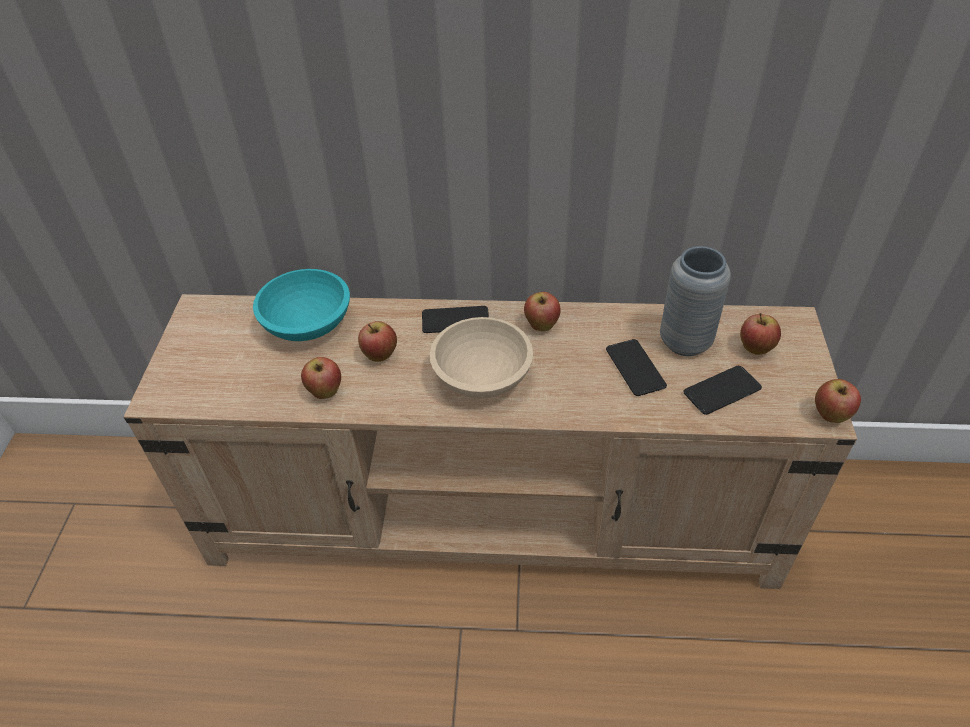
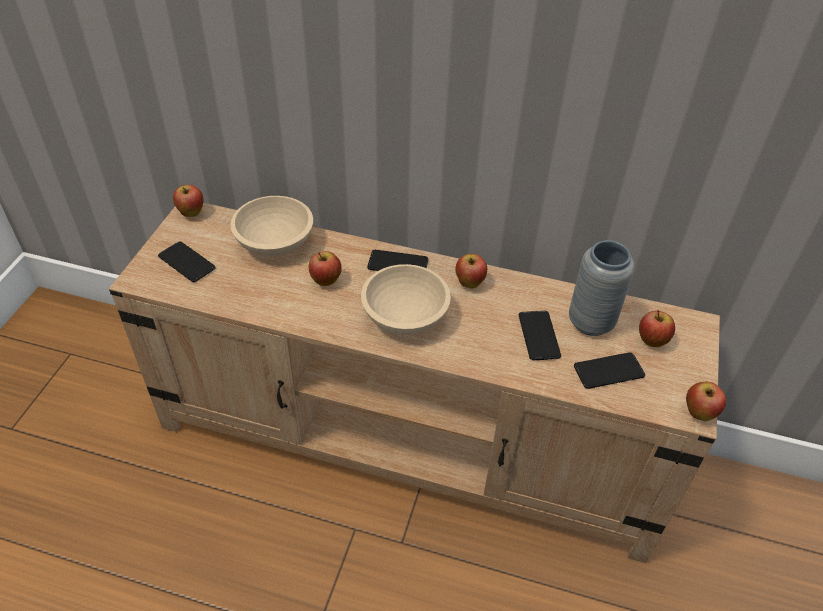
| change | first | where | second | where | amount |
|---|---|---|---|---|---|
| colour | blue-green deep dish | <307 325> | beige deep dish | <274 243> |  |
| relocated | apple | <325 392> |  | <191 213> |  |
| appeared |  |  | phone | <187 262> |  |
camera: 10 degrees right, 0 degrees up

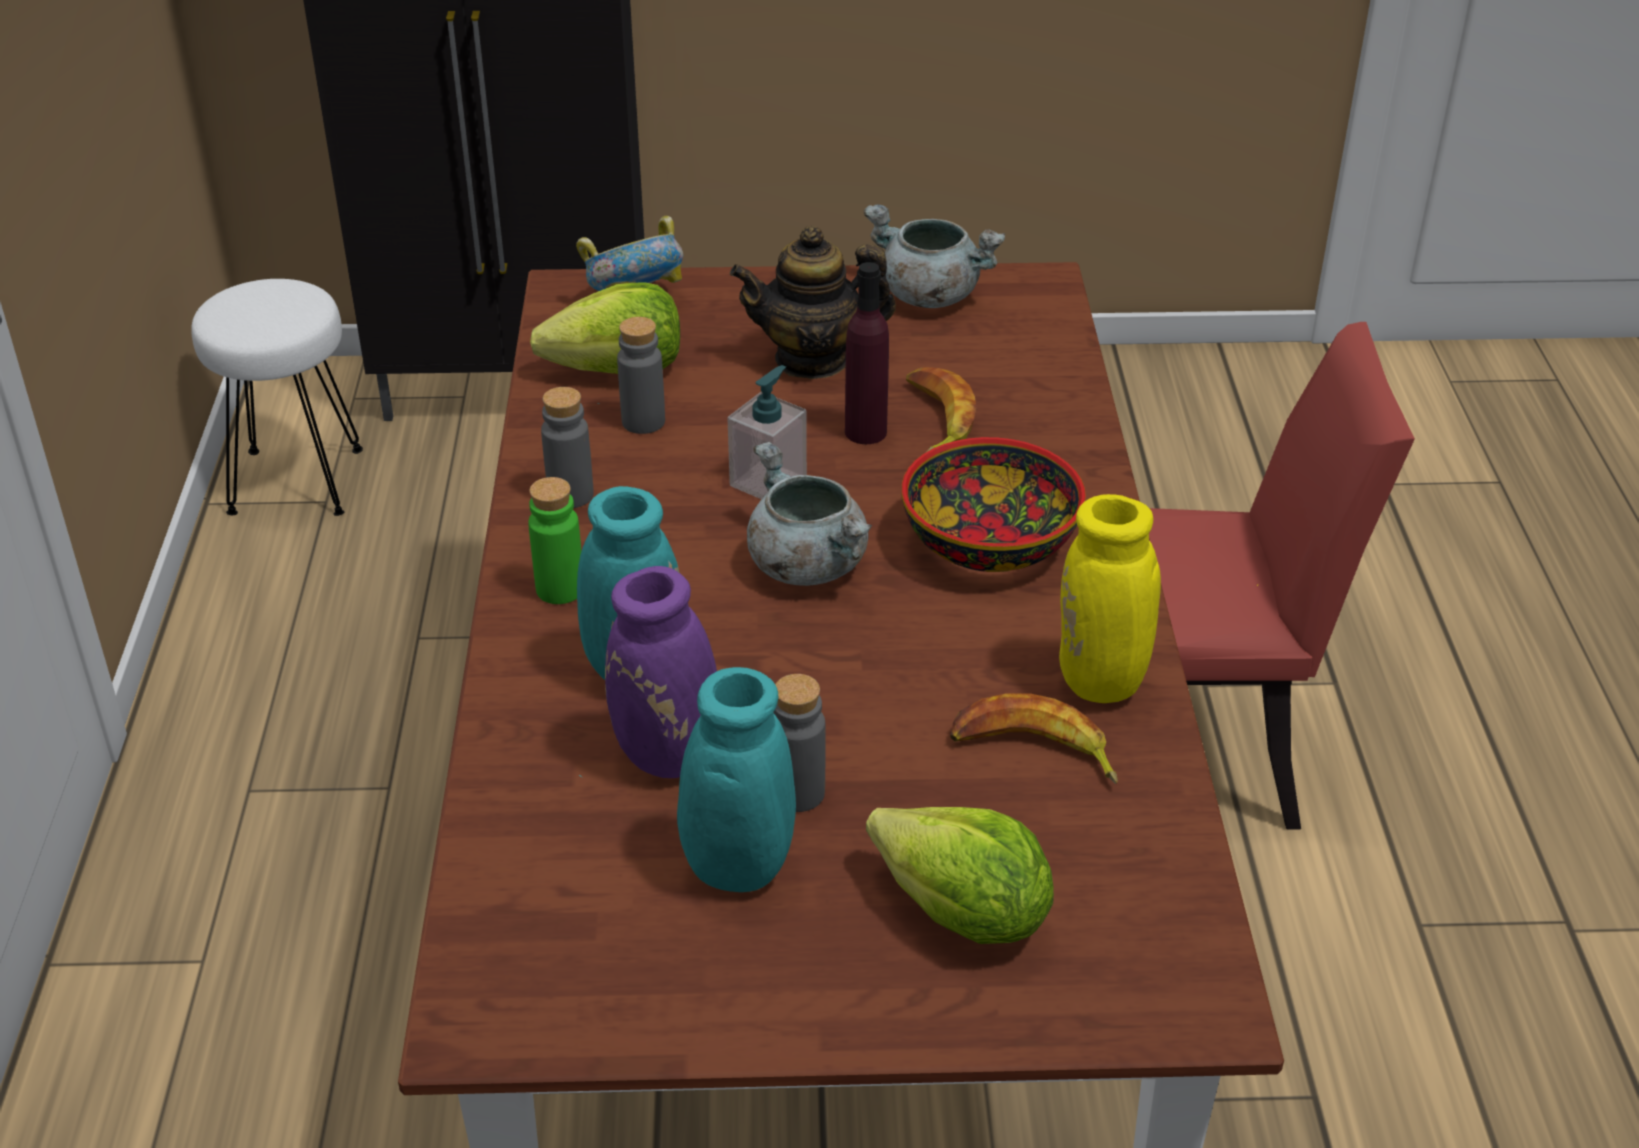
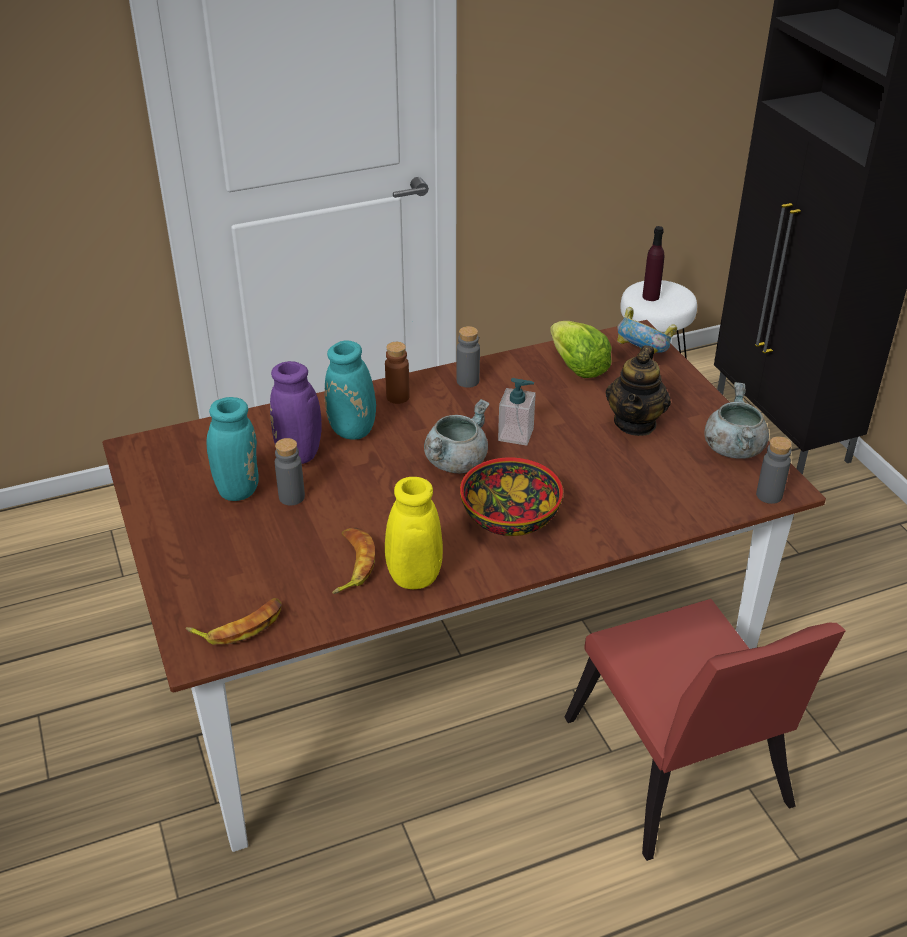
| change | first | where | second | where | amount |
|---|---|---|---|---|---|
| spun | pot for tea | <812 359> |  | <635 423> | 135 degrees counterclockwise |
| relocated | purplish beverage bottle | <865 432> |  | <650 296> |  |
| relocated | greyish beverage bottle | <643 422> |  | <769 495> |  |
| relocated | banana fruit | <935 419> |  | <240 626> |  |
| colour | green beverage bottle | <560 589> | brown-coloured beverage bottle | <397 397> |  |
| missing | head of lettuce | <962 915> |  |  |  |
camera: 70 degrees right, 0 degrees up

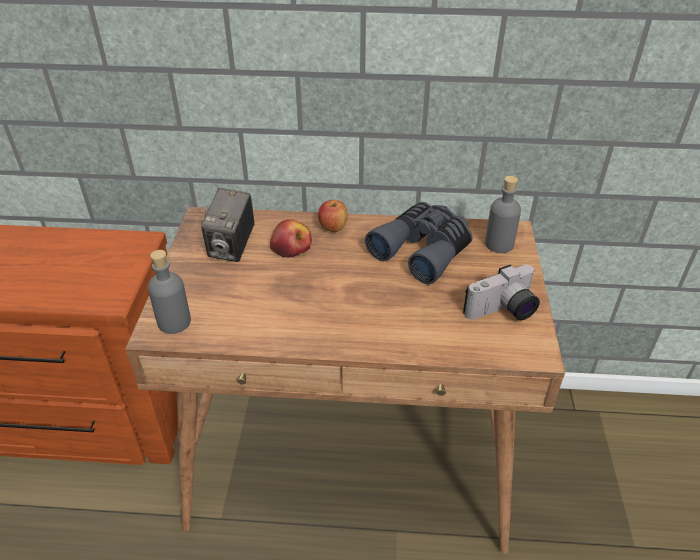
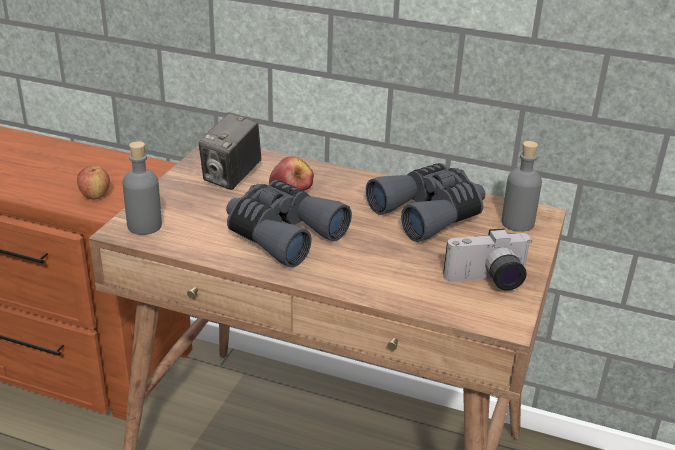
| change | first | where | second | where | amount |
|---|---|---|---|---|---|
| relocated | apple | <333 228> |  | <95 196> |  |
| appeared |  |  | greyish field glasses | <282 234> |  |
camera: 15 degrees right, 10 degrees down

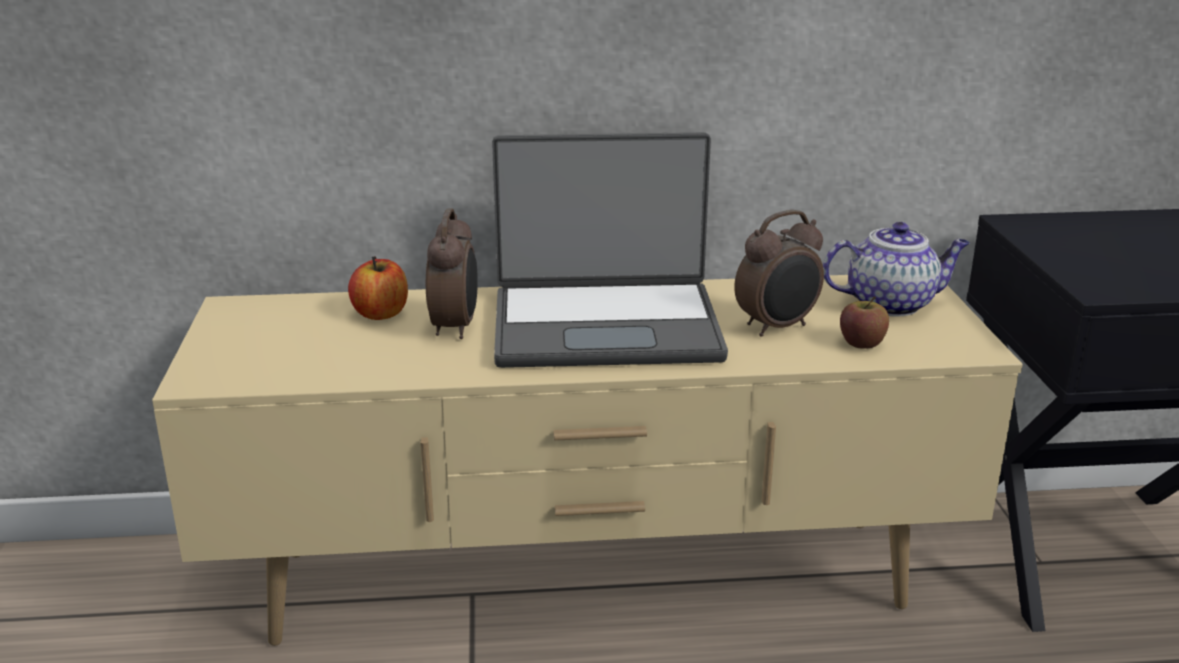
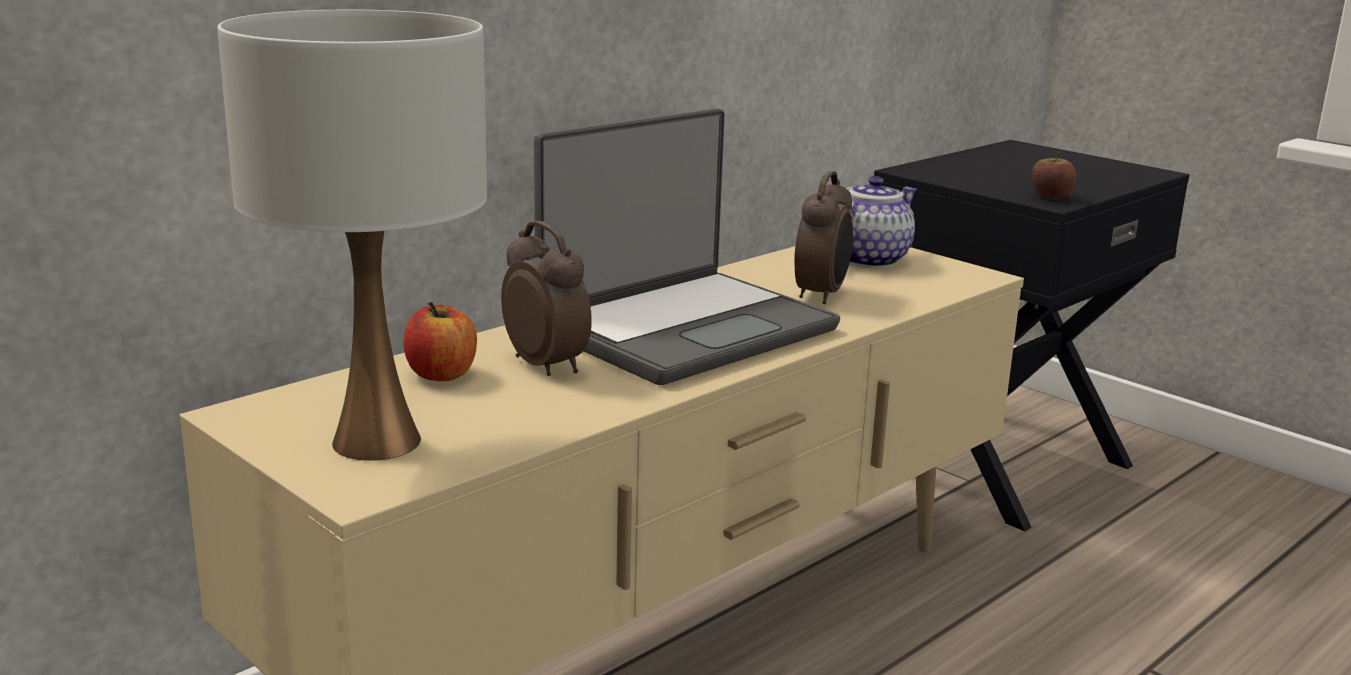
| change | first | where | second | where | amount |
|---|---|---|---|---|---|
| relocated | apple | <862 343> |  | <1050 196> |  |
| appeared |  |  | whitish table lamp | <378 441> |  |
camera: 40 degrees left, 5 degrees down

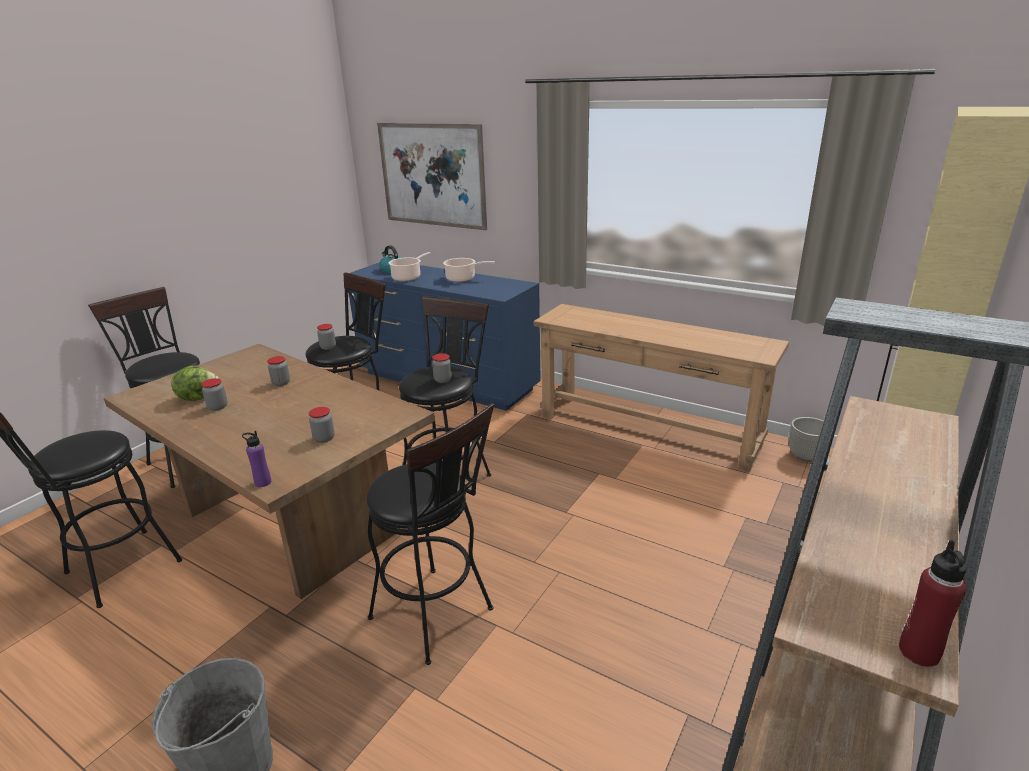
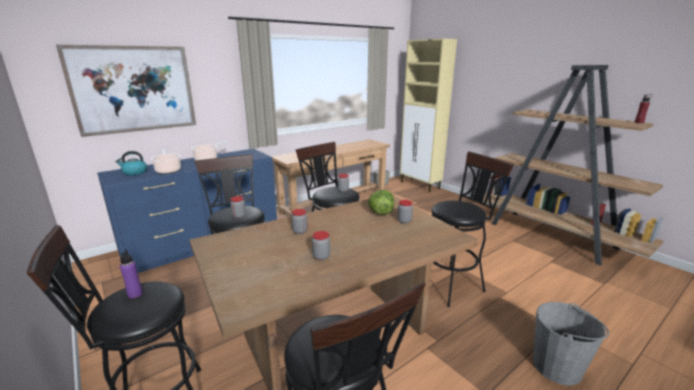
| change | first | where | second | where | amount |
|---|---|---|---|---|---|
| relocated | head of lettuce | <198 397> |  | <380 213> |  |
| relocated | purplish beverage bottle | <263 482> |  | <135 294> |  |
camera: 70 degrees left, 5 degrees down

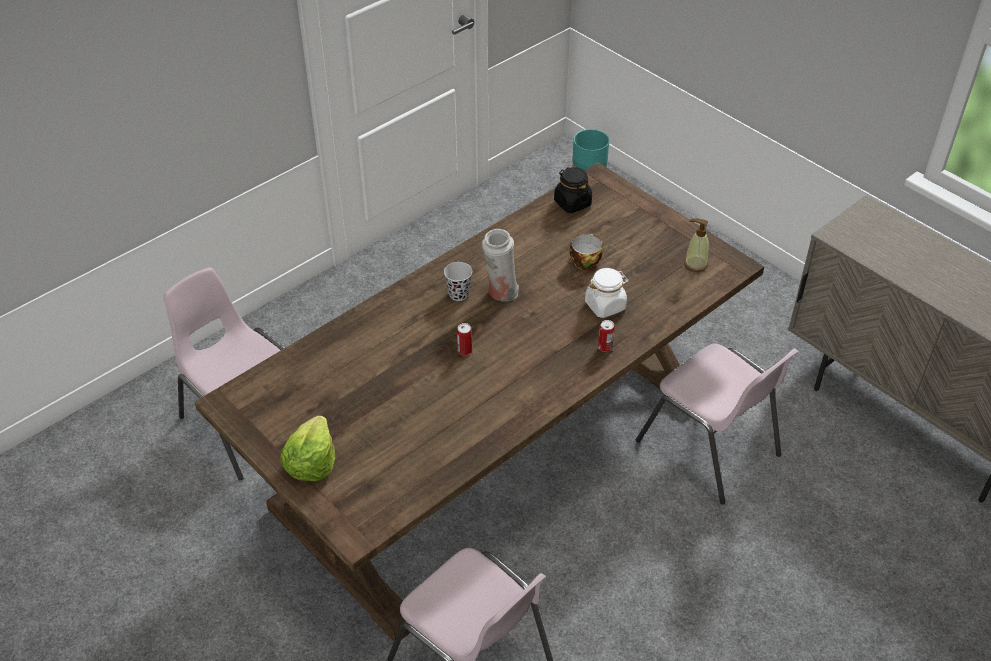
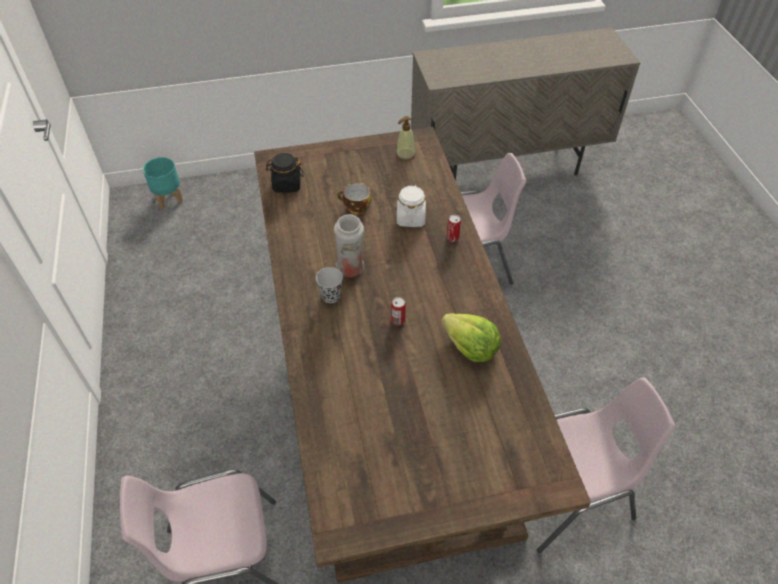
| change | first | where | second | where | amount |
|---|---|---|---|---|---|
| relocated | head of lettuce | <311 462> |  | <470 347> |  |
camera: 60 degrees left, 5 degrees up

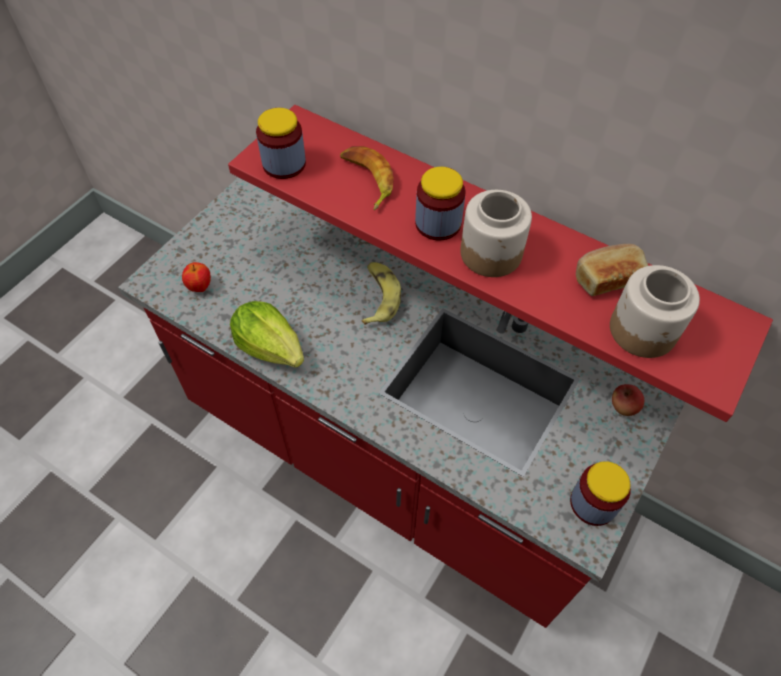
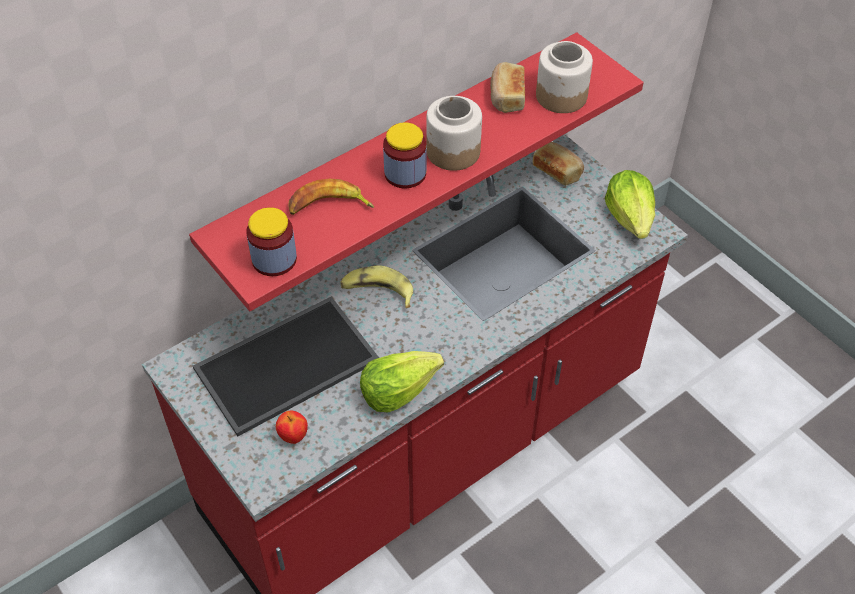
| change | first | where | second | where | amount |
|---|---|---|---|---|---|
| exchanged | apple | <623 407> | bakery bread | <557 170> |  |
| exchanged | preserve jar | <593 503> | head of lettuce | <630 218> |  |
| appeared |  |  | tray | <286 367> |  |
camera: 70 degrees left, 5 degrees down

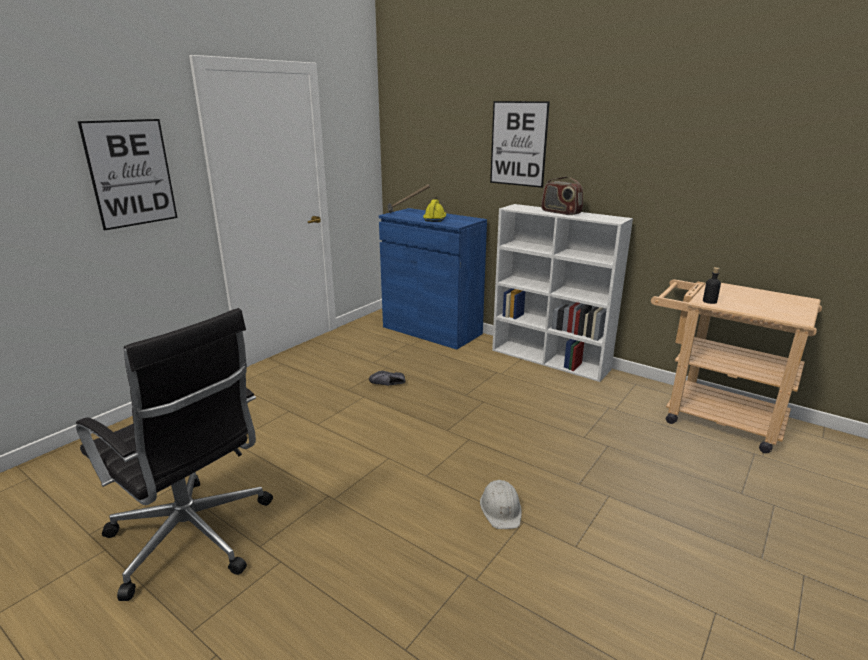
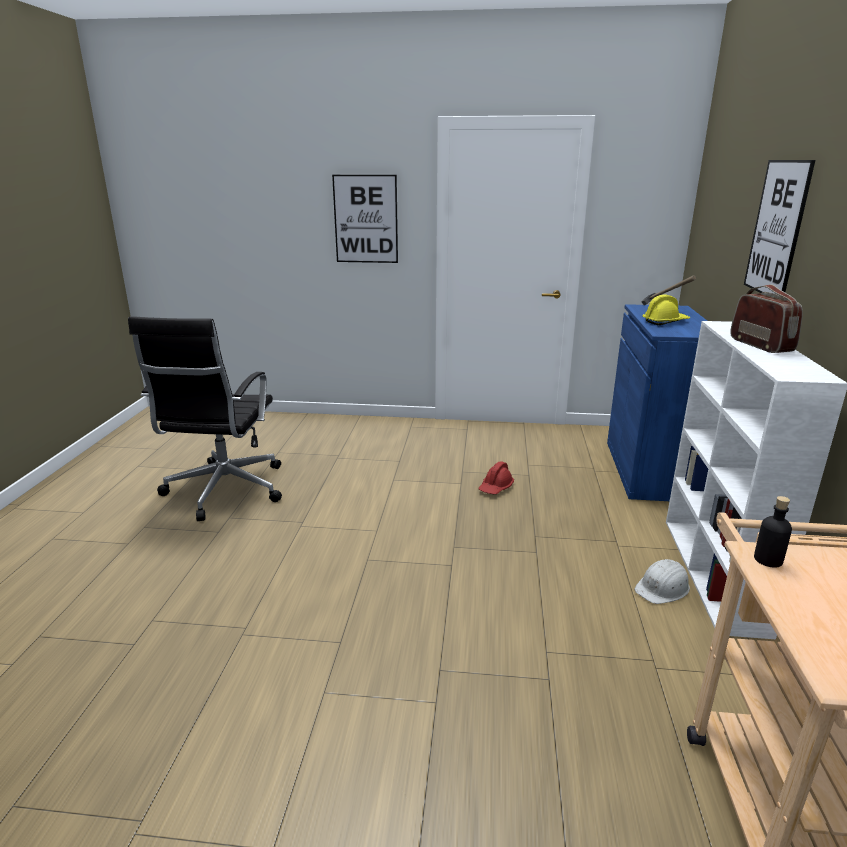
| change | first | where | second | where | amount |
|---|---|---|---|---|---|
| spun | radio receiver | <560 212> |  | <761 345> | 150 degrees clockwise |
| exchanged | black shoe | <388 385> | red-coloured work helmet | <496 488> |  |
| relocated | whitish work helmet | <501 509> |  | <663 588> |  |
camera: 60 degrees right, 0 degrees up

